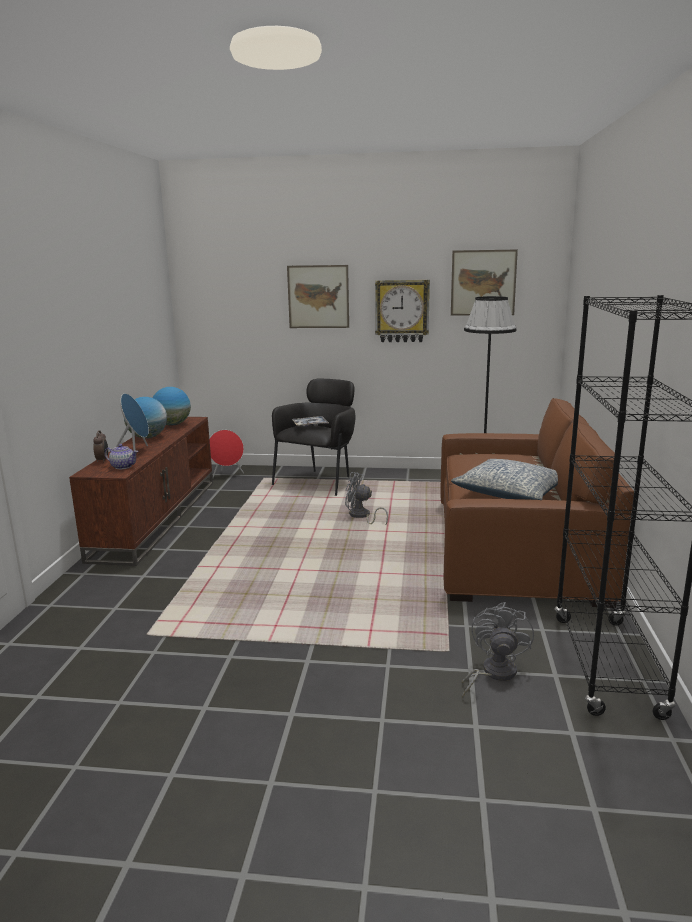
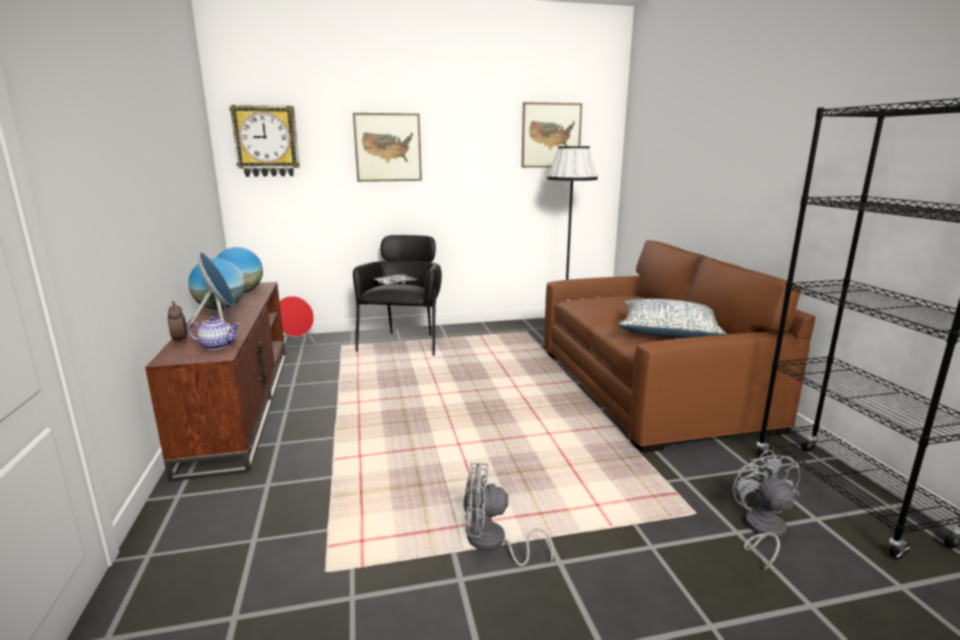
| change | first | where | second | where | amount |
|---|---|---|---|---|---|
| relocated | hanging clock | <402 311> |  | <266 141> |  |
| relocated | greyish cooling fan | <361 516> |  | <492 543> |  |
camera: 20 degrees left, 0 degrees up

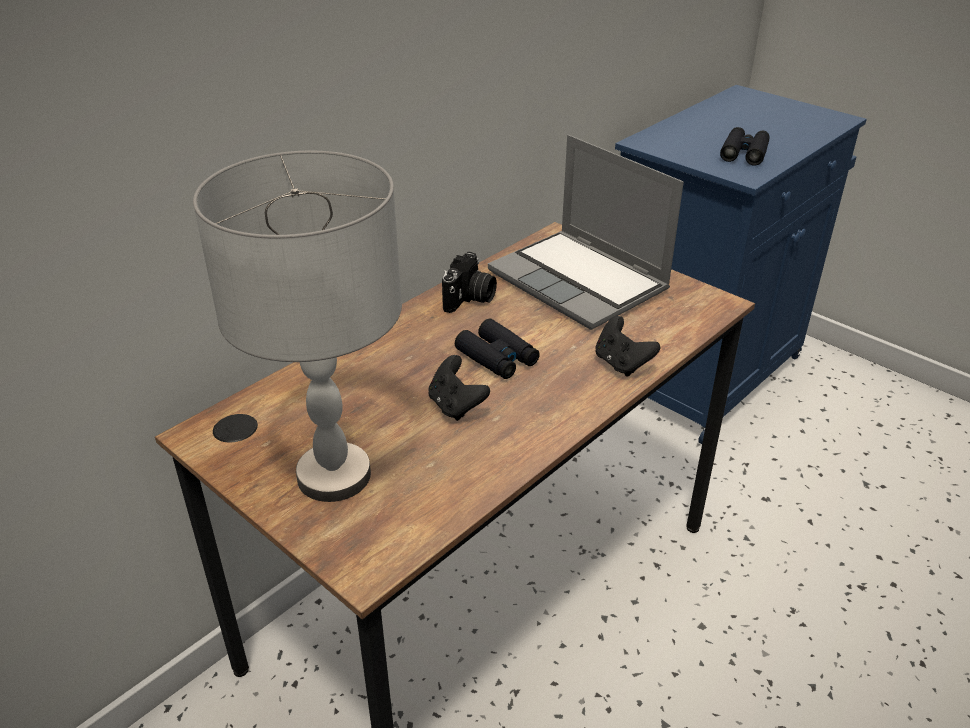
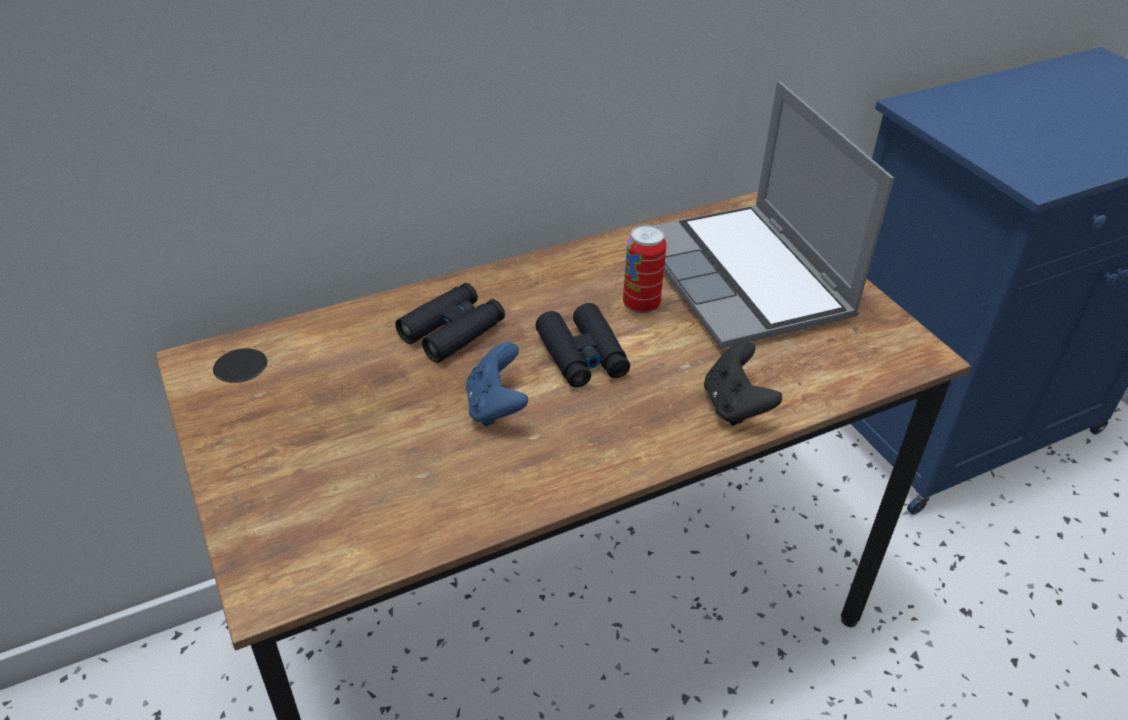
| change | first | where | second | where | amount |
|---|---|---|---|---|---|
| relocated | black field glasses | <744 153> |  | <452 331> |  |
| missing | greyish table lamp | <333 477> |  |  |  |
| missing | still camera | <470 299> |  |  |  |
| colour | black gamepad | <456 406> | blue gamepad | <496 406> |  |
| appeared |  |  | sealed can | <641 305> |  |
camera: 20 degrees right, 5 degrees up

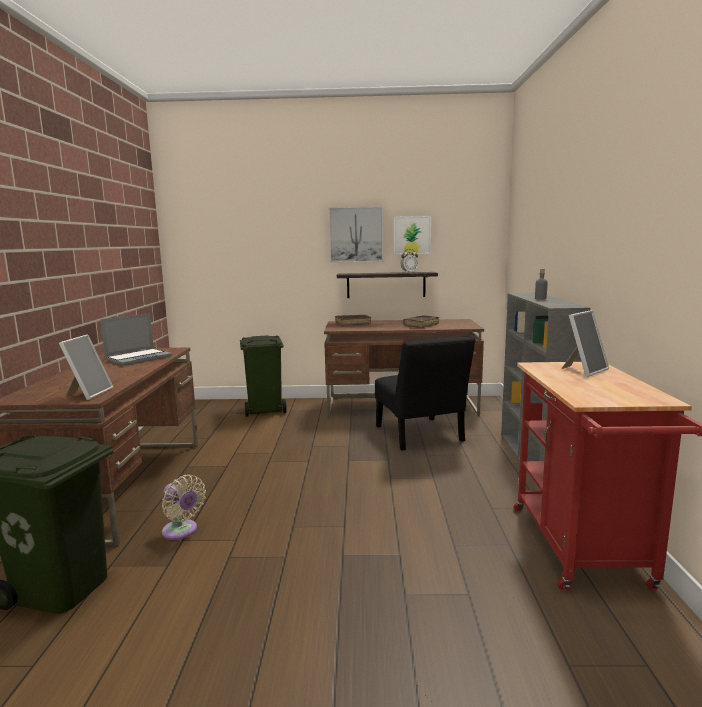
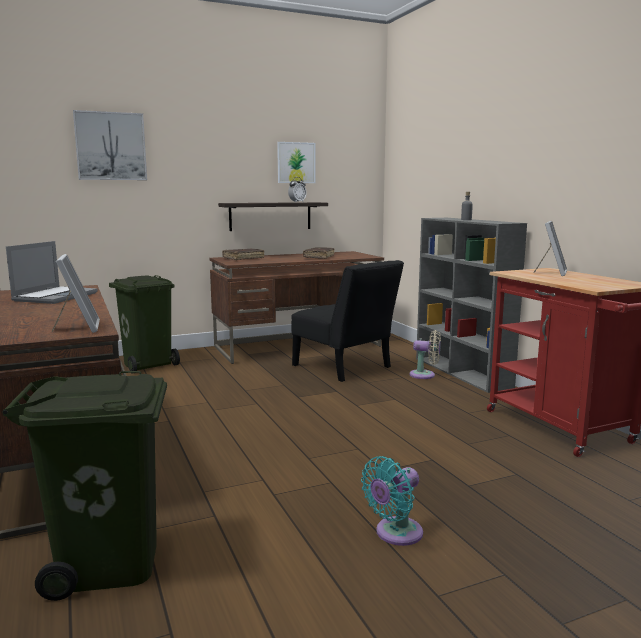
| change | first | where | second | where | amount |
|---|---|---|---|---|---|
| relocated | wall picture | <356 235> |  | <110 146> |  |
| relocated | beige cooling fan | <181 531> |  | <425 375> |  |
| appeared |  |  | blue-green cooling fan | <395 534> |  |
camera: 25 degrees left, 0 degrees up

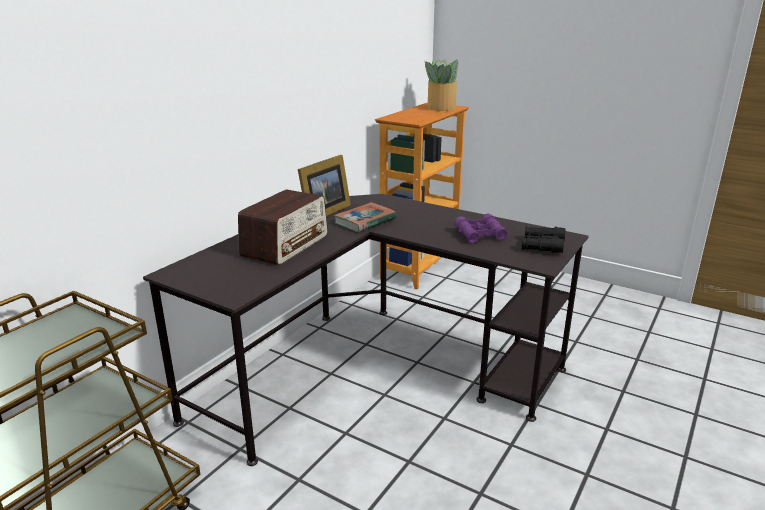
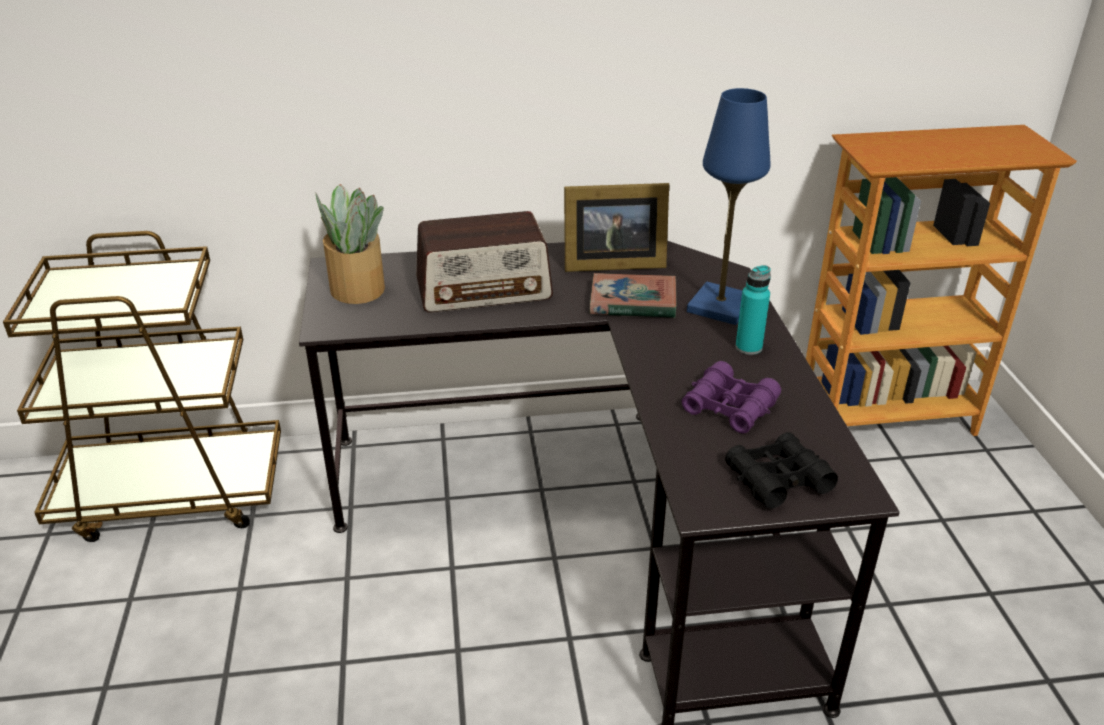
| change | first | where | second | where | amount |
|---|---|---|---|---|---|
| relocated | plant in a pot | <440 108> |  | <357 288> |  |
| appeared |  |  | blue table lamp | <720 306> |  |
| appeared |  |  | blue-green beverage bottle | <748 347> |  |
camera: 50 degrees right, 10 degrees up

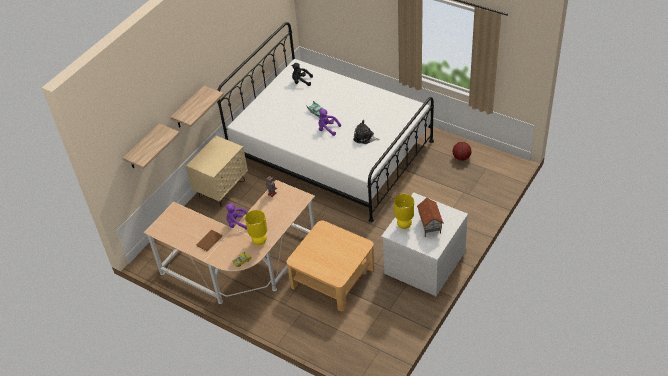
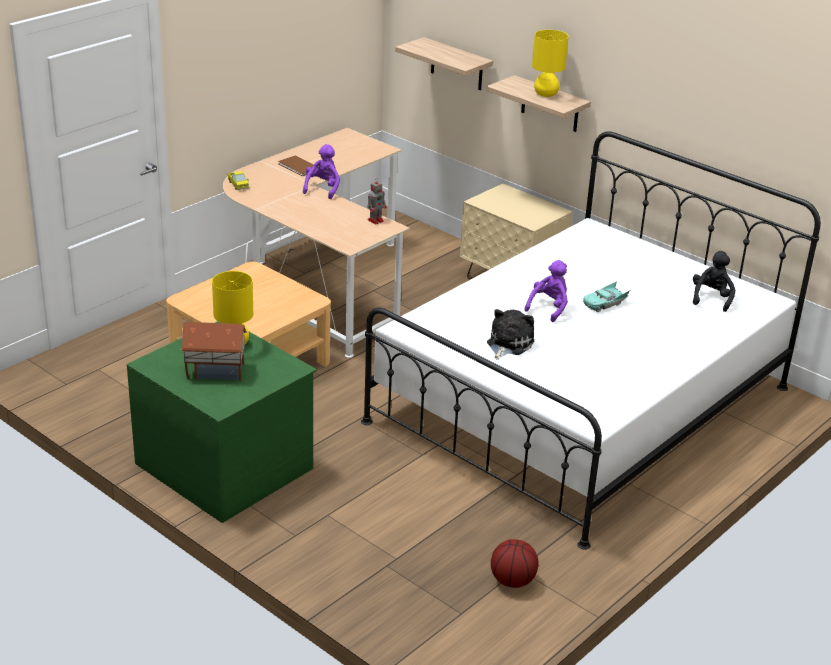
| change | first | where | second | where | amount |
|---|---|---|---|---|---|
| colour | whitish chest of drawers | <423 262> | green chest of drawers | <226 465> |  |
| relocated | yellowish table lamp | <259 241> |  | <545 94> |  |
camera: 95 degrees right, 15 degrees down

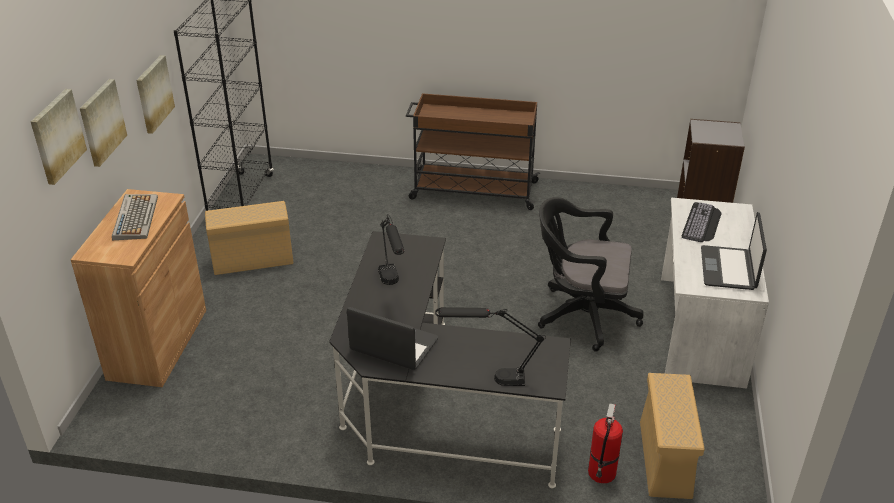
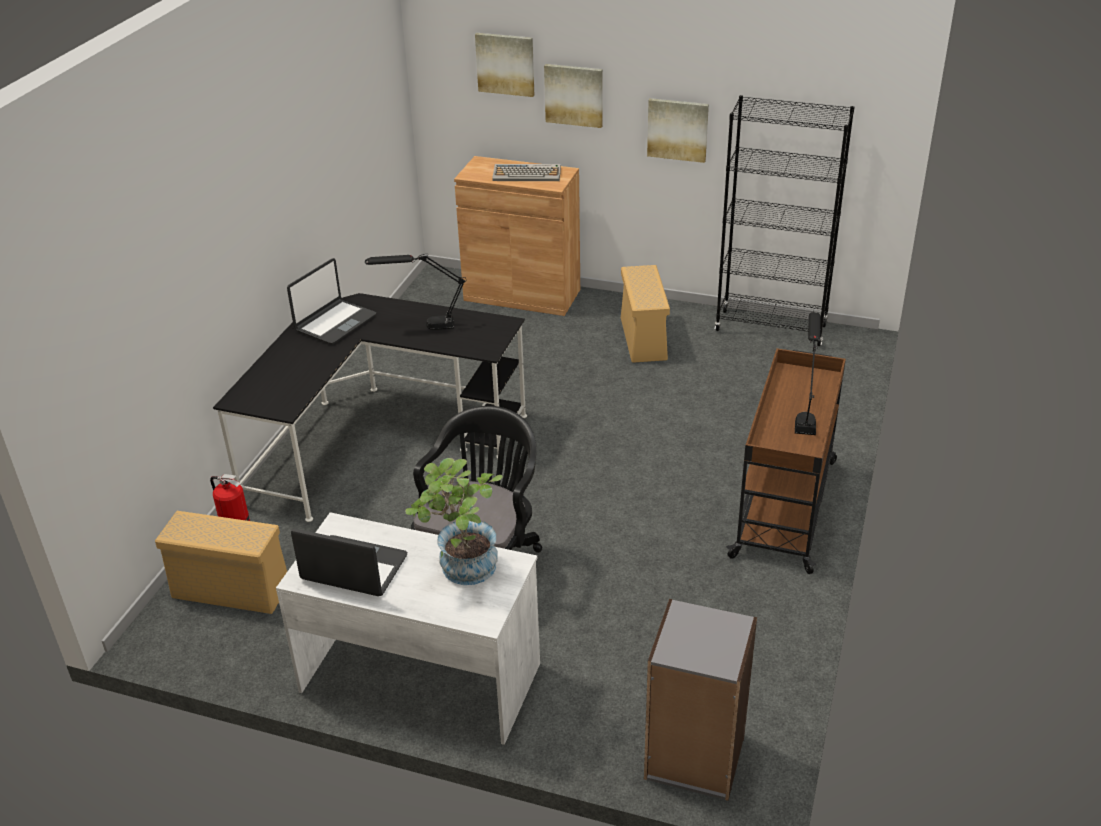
| change | first | where | second | where | amount |
|---|---|---|---|---|---|
| exchanged | computer keyboard | <702 223> | plant in a pot | <462 570> |  |
| relocated | black table lamp | <489 378> |  | <805 413> |  |
camera: 100 degrees right, 0 degrees up

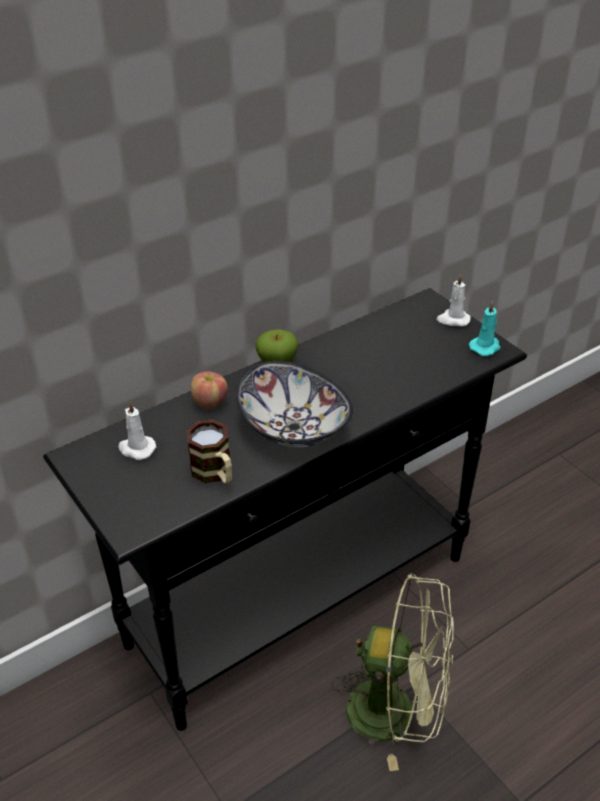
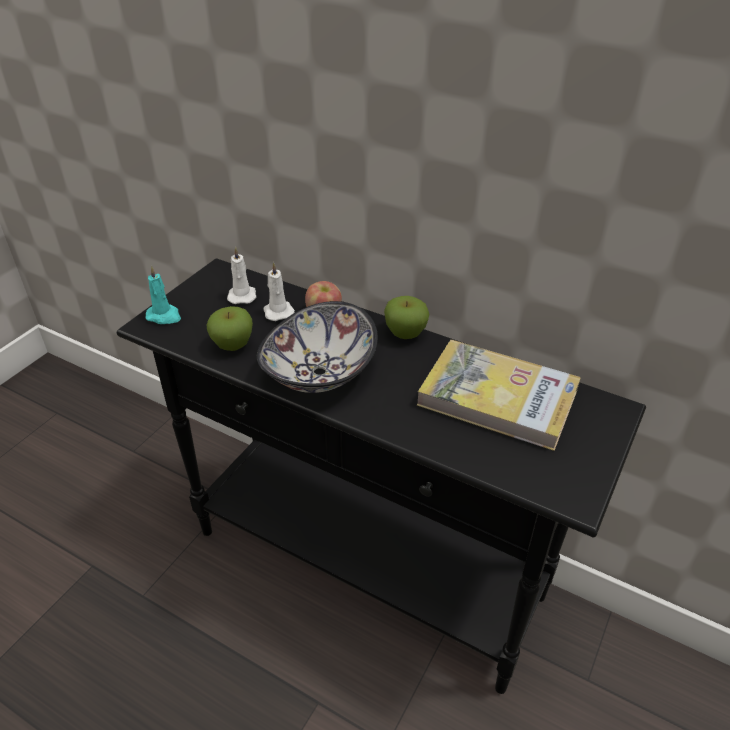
| change | first | where | second | where | amount |
|---|---|---|---|---|---|
| relocated | whitish candle | <453 319> |  | <278 311> |  |
| relocated | blue-green candle | <485 347> |  | <164 316> |  |
| exchanged | coffee mug | <215 473> | apple | <233 345> |  |
| missing | green cooling fan | <396 712> |  |  |  |
| appeared |  |  | book | <497 398> |  |
camera: 65 degrees right, 0 degrees up

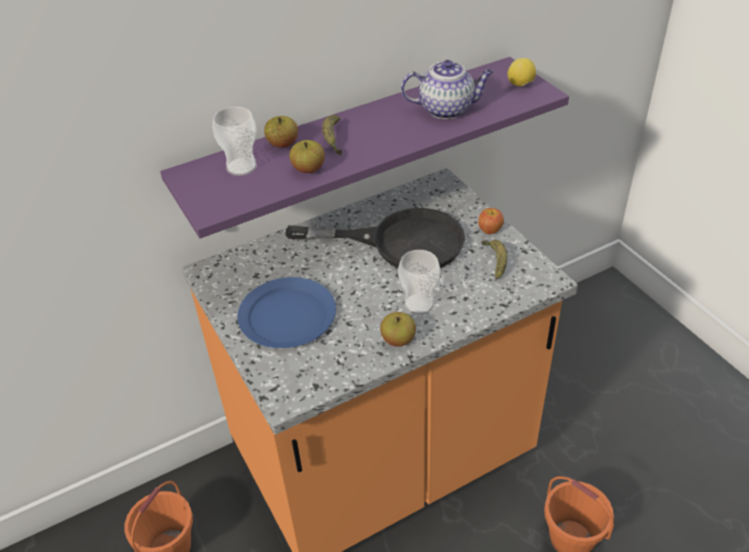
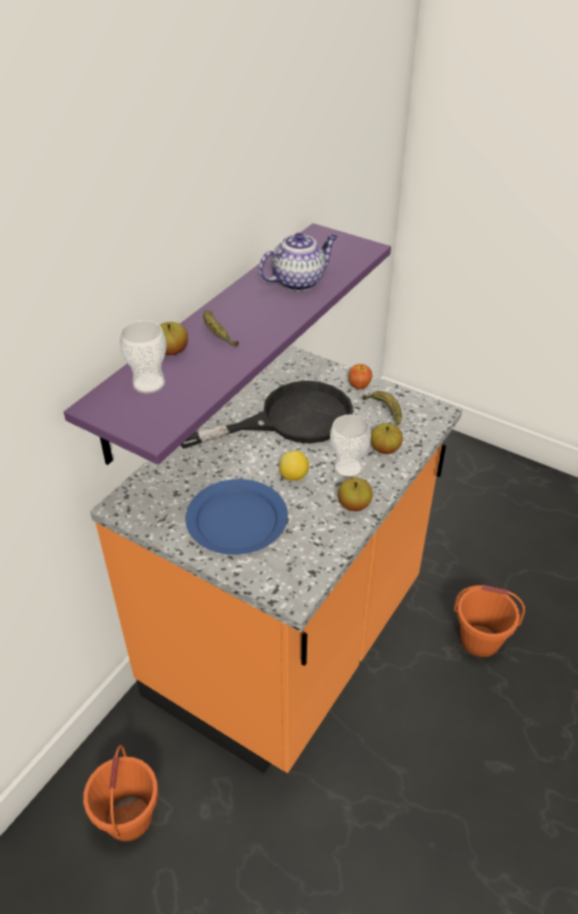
| change | first | where | second | where | amount |
|---|---|---|---|---|---|
| relocated | citrus fruit | <520 85> |  | <294 476> |  |
| relocated | apple | <308 169> |  | <385 449> |  |
camera: 30 degrees left, 0 degrees up

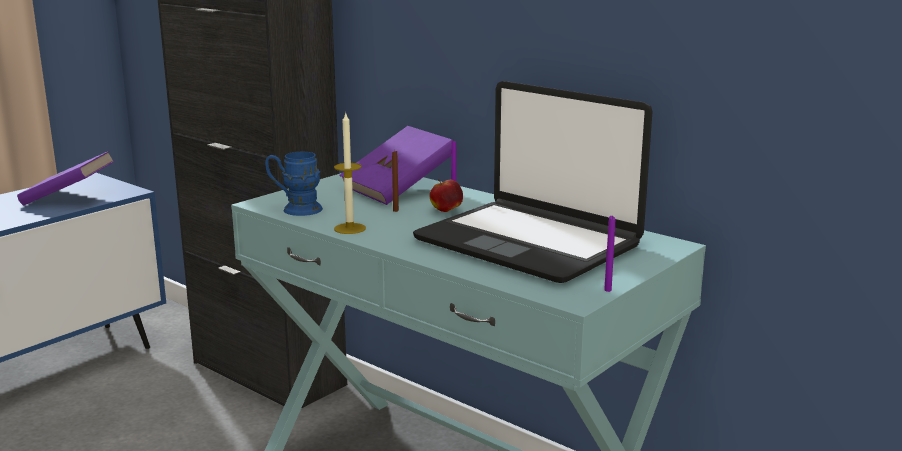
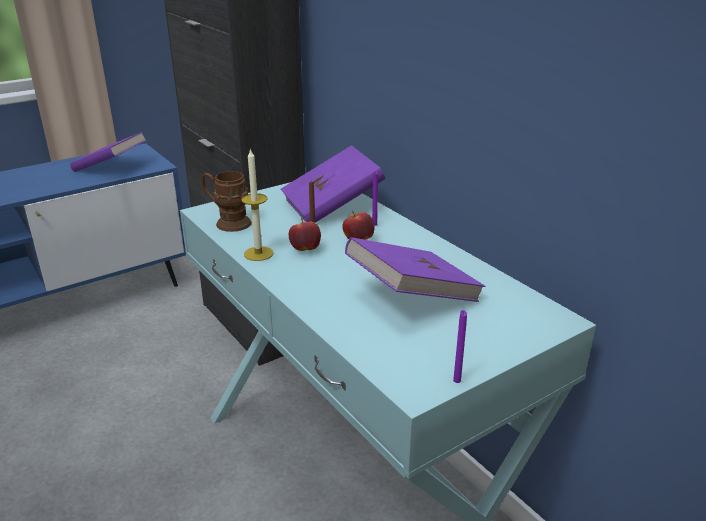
| change | first | where | second | where | amount |
|---|---|---|---|---|---|
| exchanged | laptop | <529 242> | purplish book | <412 295> |  |
| colour | blue coffee mug | <295 209> | brown-coloured coffee mug | <227 222> |  |
| appeared |  |  | apple | <305 249> |  |
camera: 15 degrees right, 10 degrees up

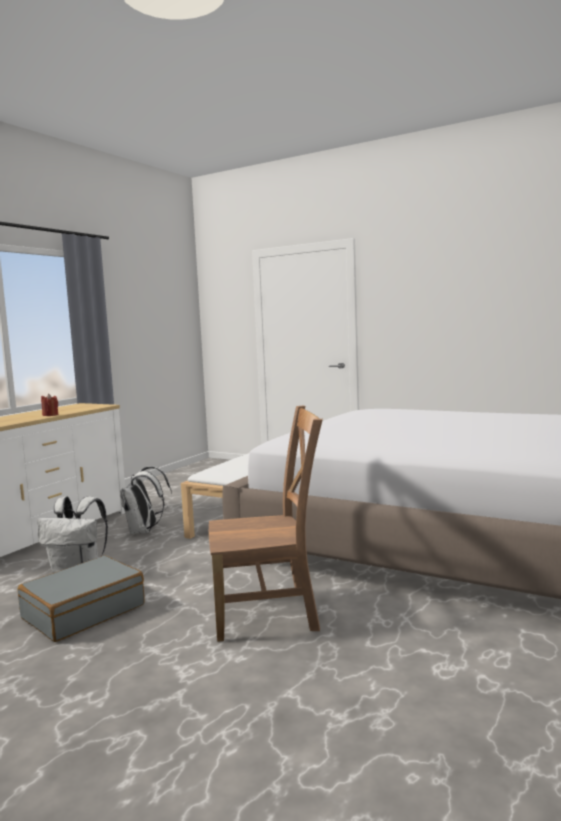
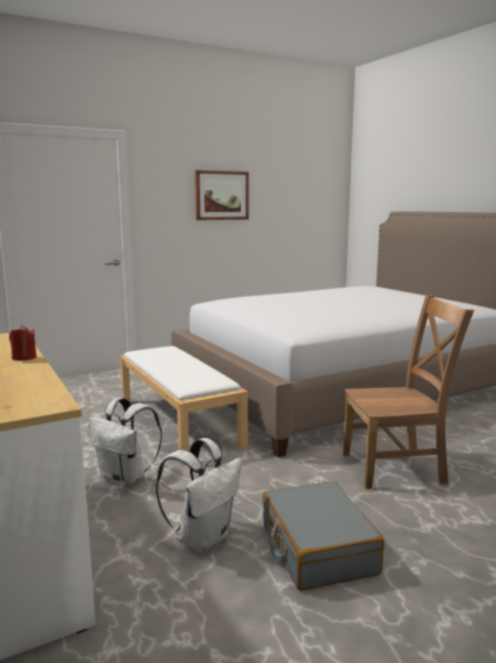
| change | first | where | second | where | amount |
|---|---|---|---|---|---|
| spun | brown-coloured plain chair | <270 613> |  | <397 468> | 60 degrees clockwise |
| appeared |  |  | wall picture | <221 195> |  |
camera: 60 degrees left, 5 degrees up

